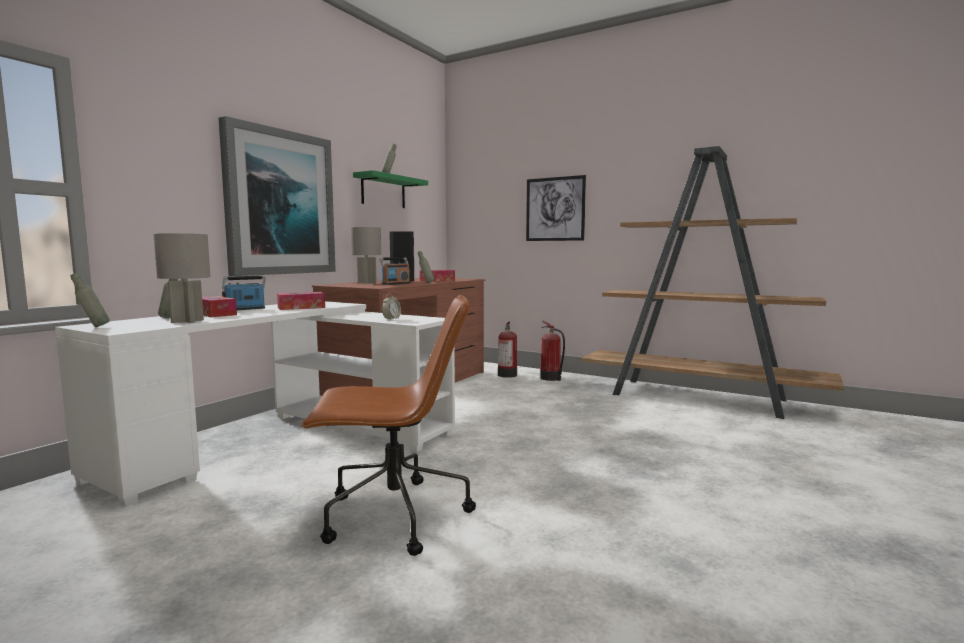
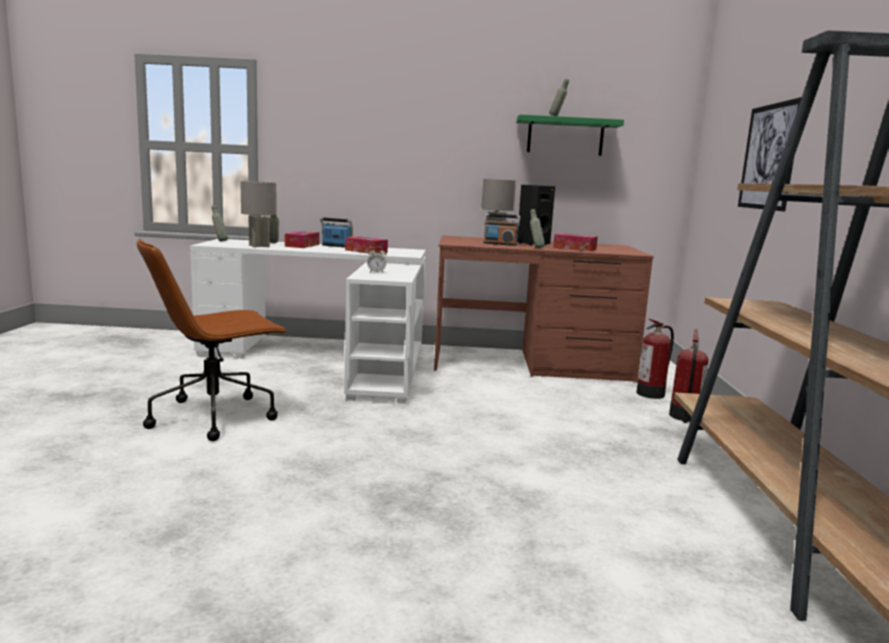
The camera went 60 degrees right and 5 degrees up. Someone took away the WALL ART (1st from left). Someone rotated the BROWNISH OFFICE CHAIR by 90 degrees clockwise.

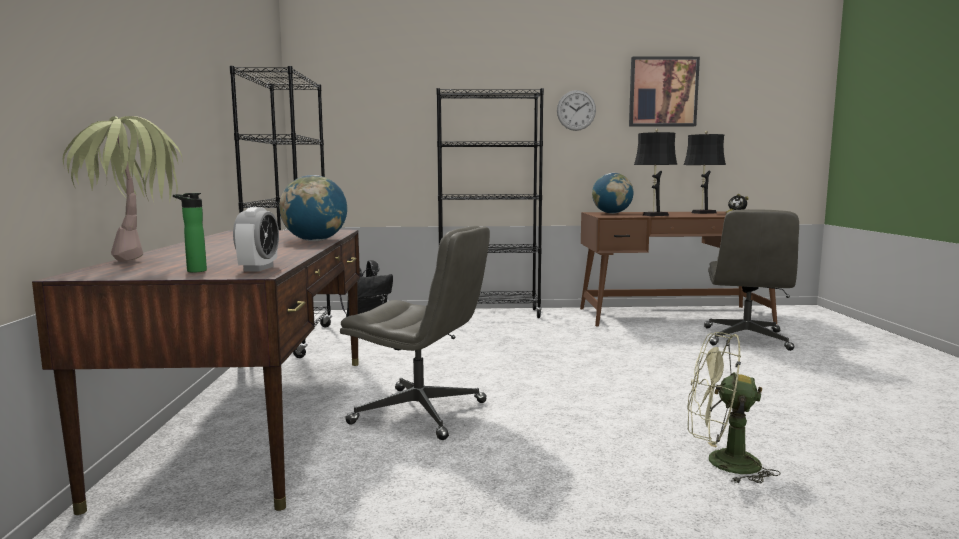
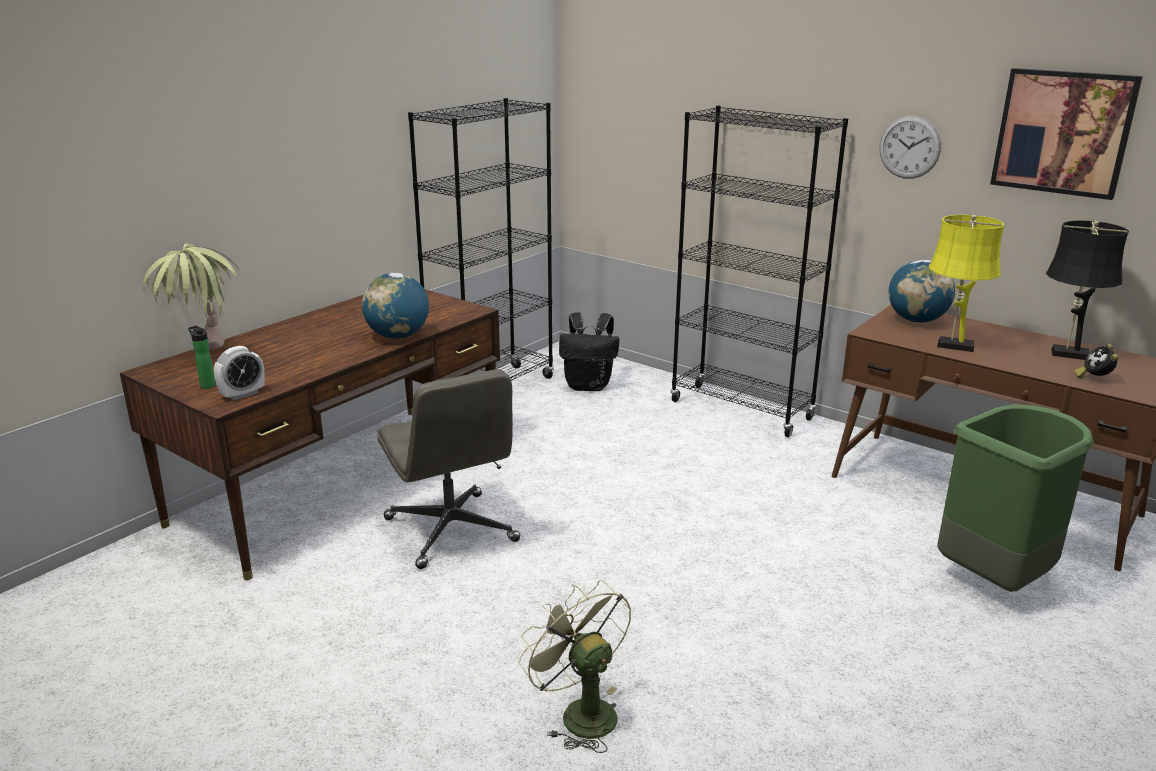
The camera went 40 degrees right and 15 degrees up. Someone repainted the BLACK-COLOURED LAMP FOR A TABLE (1st from left), which became the YELLOW-COLOURED LAMP FOR A TABLE. Someone swapped the GREY OFFICE CHAIR (2nd from left) for the GREENISH WASTE BIN.

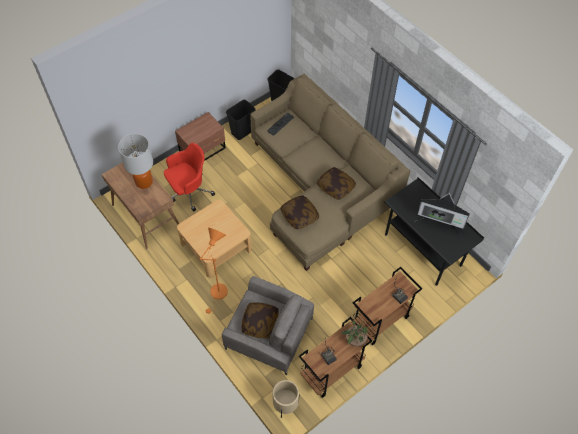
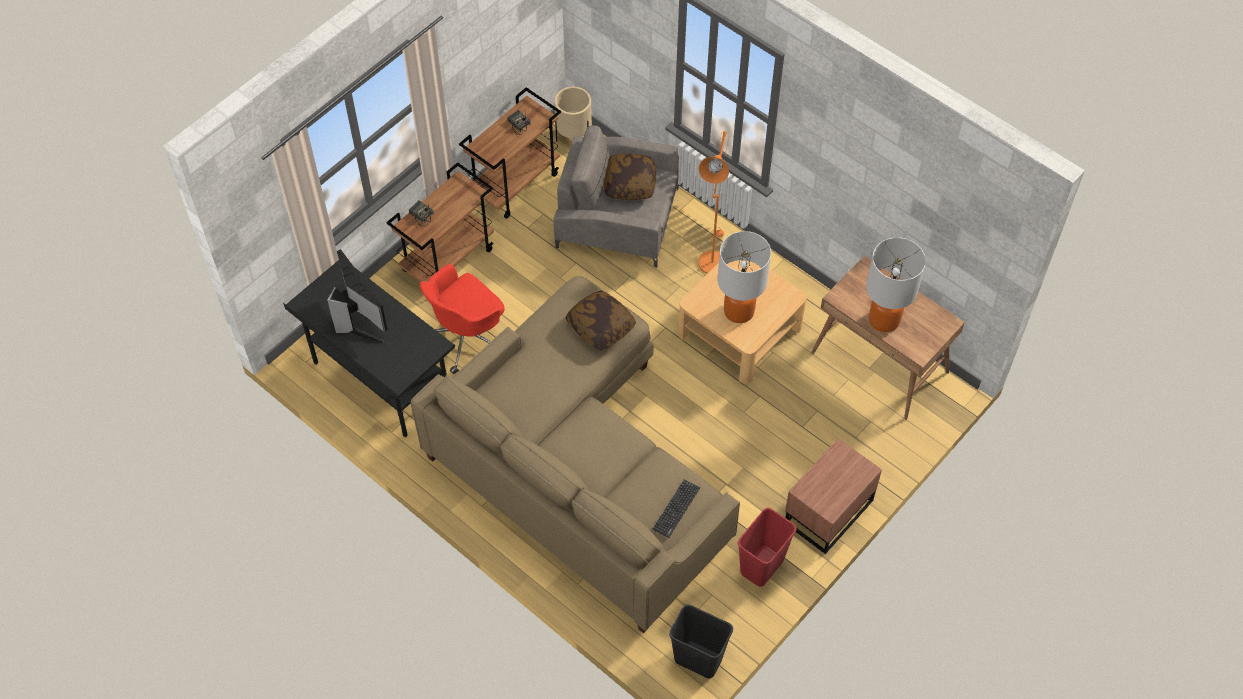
The camera went 170 degrees right and 0 degrees up. Someone repainted the BLACK-COLOURED WASTE BIN (1st from left), which became the RED WASTE BIN. Someone carried the RED OFFICE CHAIR. Someone took away the CUSHION (3rd from left). Someone rotated the MONITOR by 45 degrees clockwise. Someone took away the HOUSEPLANT. Someone put down the LAMP FOR A TABLE (1st from left).

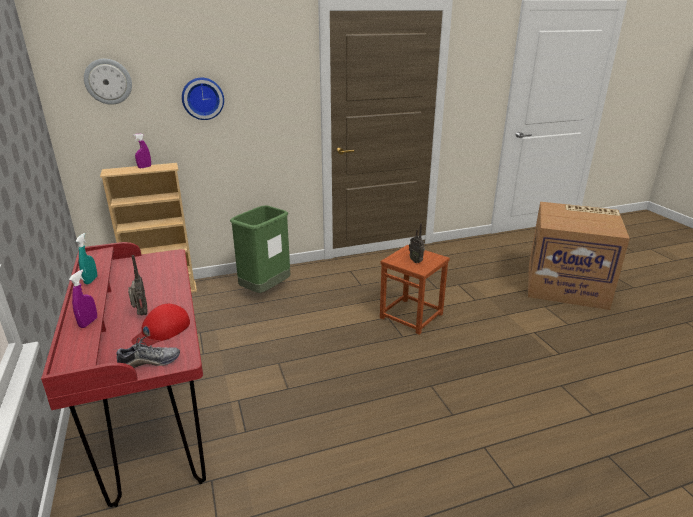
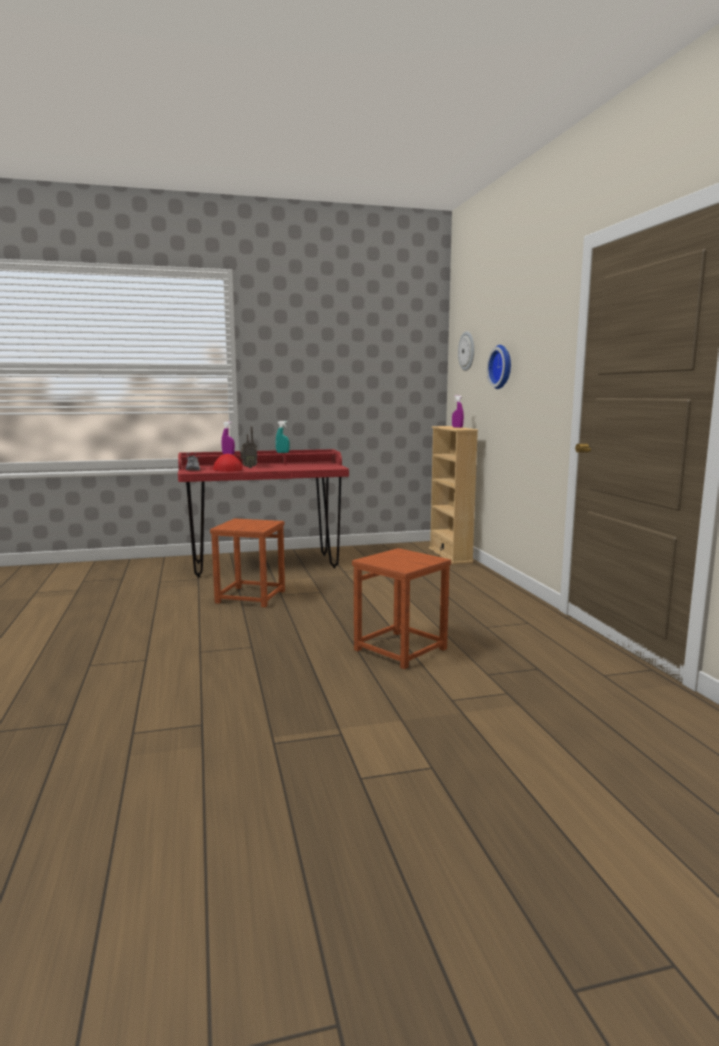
The camera went 95 degrees right and 15 degrees down. Someone took away the PACKING BOX. Someone took away the GREENISH WASTE BIN. Someone took away the RADIO SET (2nd from left). Someone put down the BROWNISH STOOL (1st from left).

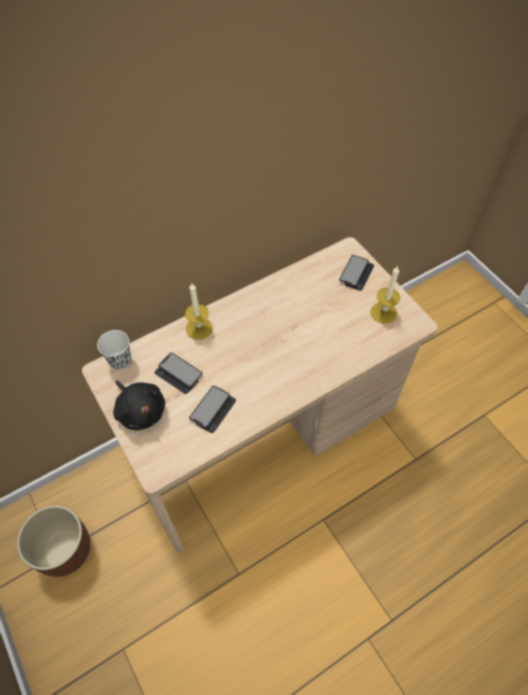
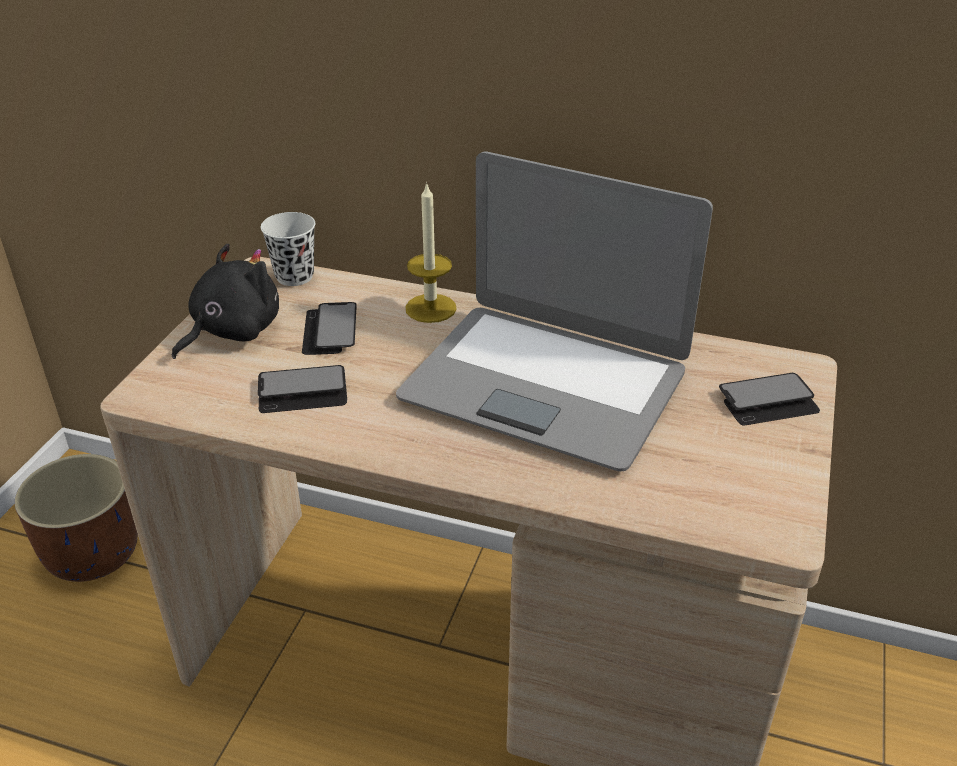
The camera went 50 degrees right and 20 degrees down. Someone took away the WAX LIGHT (2nd from left). Someone rotated the BLACK-COLOURED PLUSH TOY by 150 degrees counterclockwise. Someone put down the PORTABLE COMPUTER.

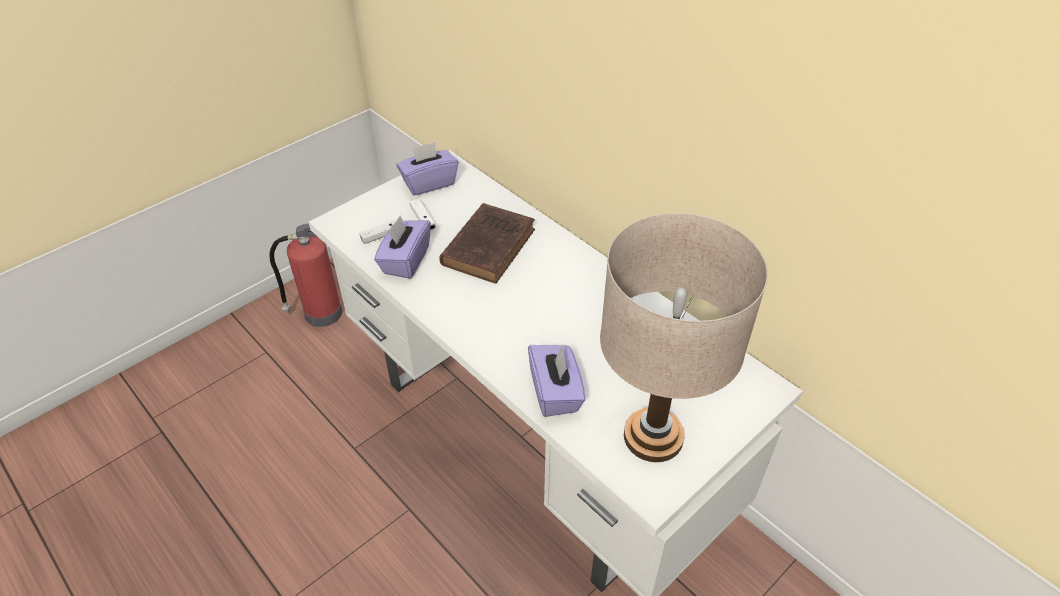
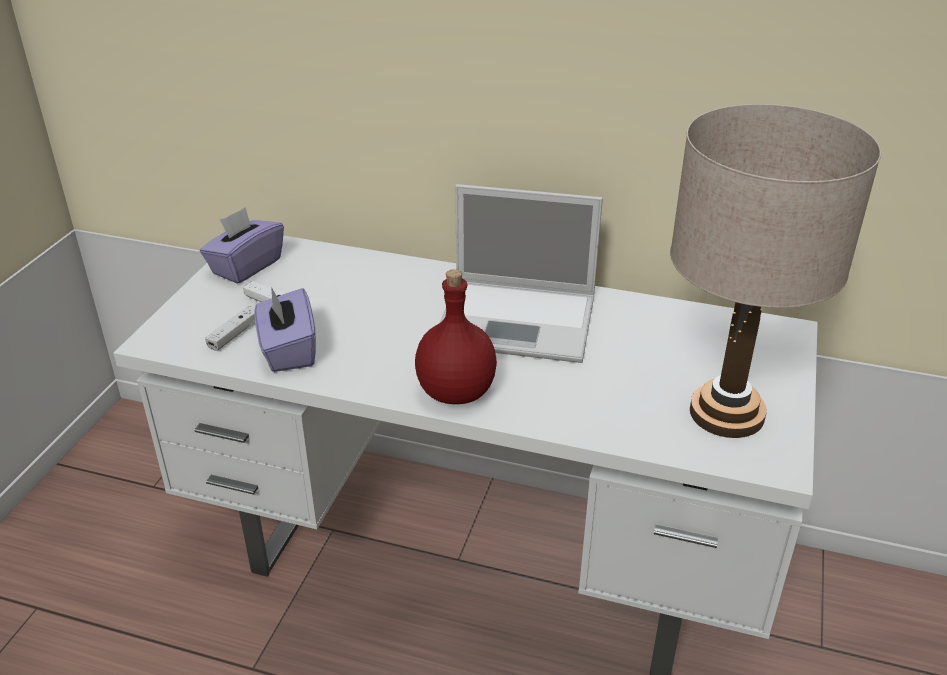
The camera went 30 degrees left and 10 degrees down. Someone took away the BROWNISH BOUND BOOK. Someone took away the EXTINGUISHER. Someone took away the PURPLISH BOX OF TISSUES (3rd from left). Someone put down the PORTABLE COMPUTER. Someone put down the RED BOTTLE.

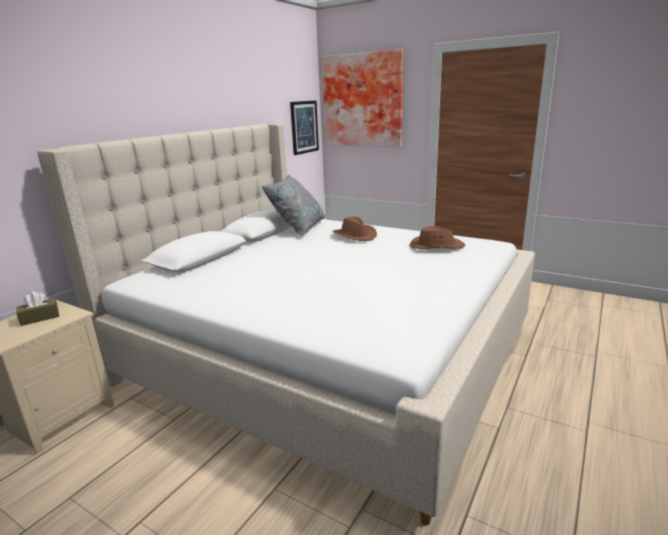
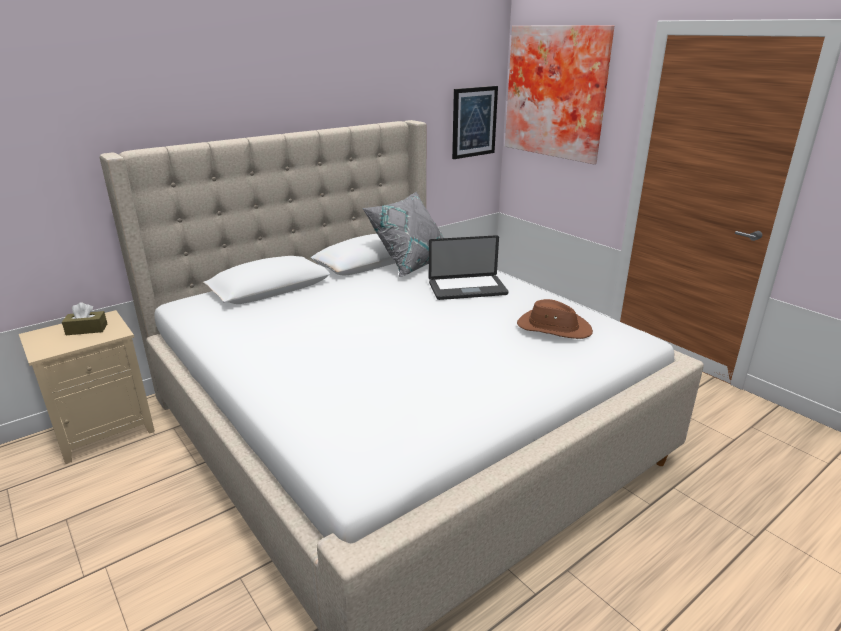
The camera went 20 degrees right and 5 degrees up. Someone swapped the BROWNISH WEARABLE HAT (1st from left) for the PORTABLE COMPUTER.

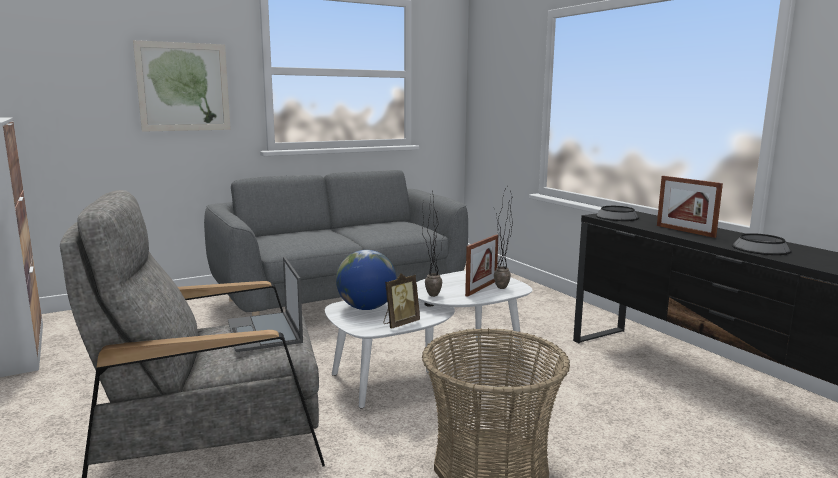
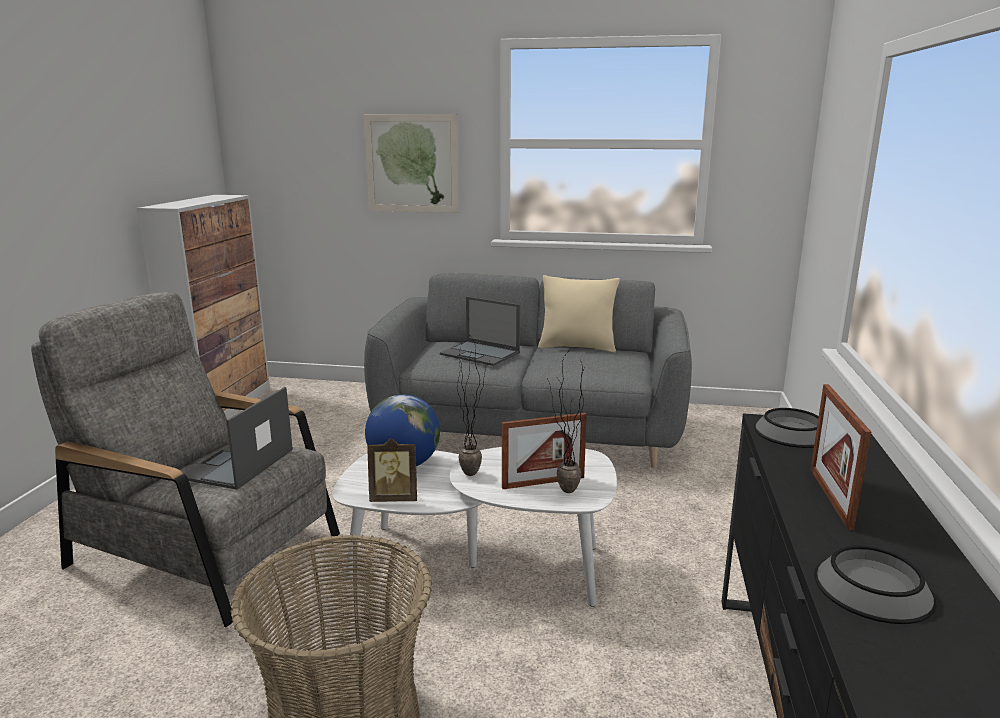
The camera went 40 degrees right and 5 degrees up. Someone put down the BEIGE-COLOURED CUSHION. Someone put down the PORTABLE COMPUTER (2nd from left).

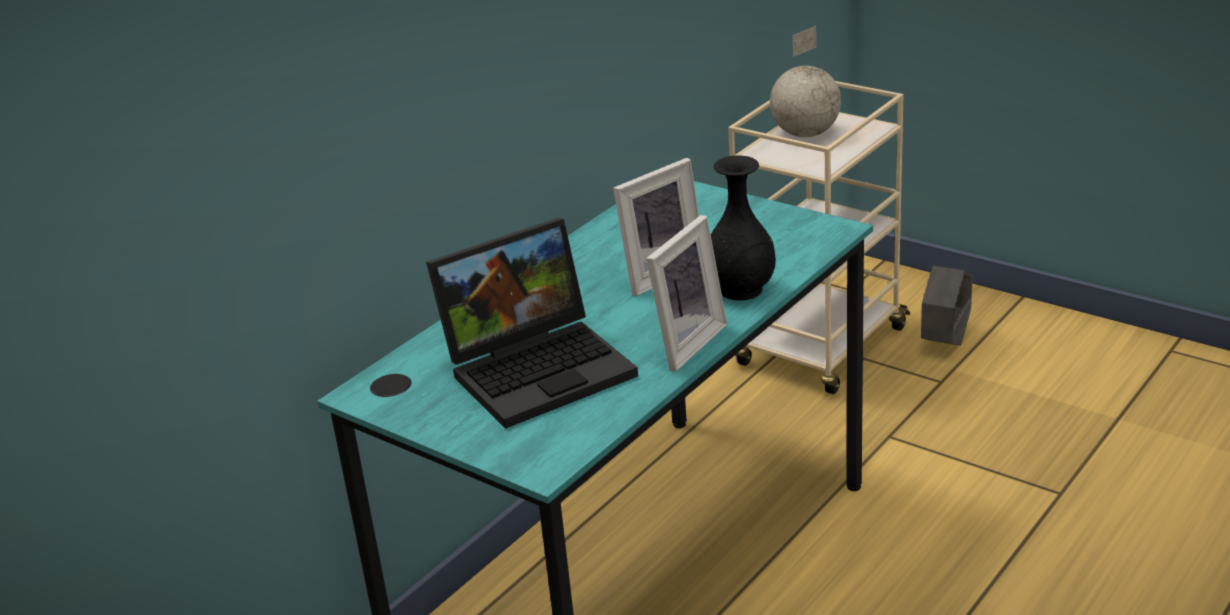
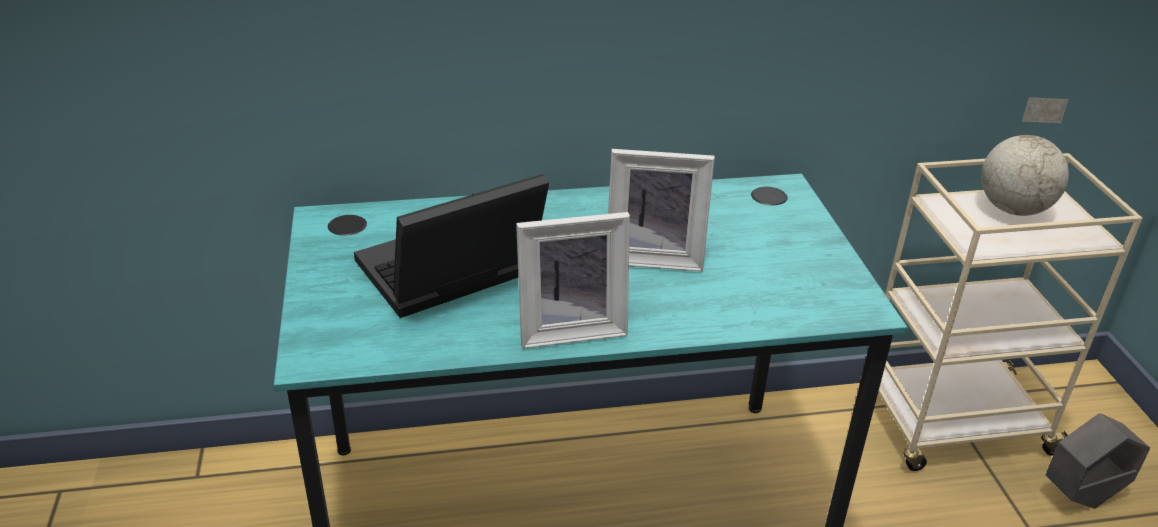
The camera went 40 degrees right and 5 degrees up. Someone took away the BLACK-COLOURED VASE. Someone rotated the PORTABLE COMPUTER by 135 degrees clockwise.

